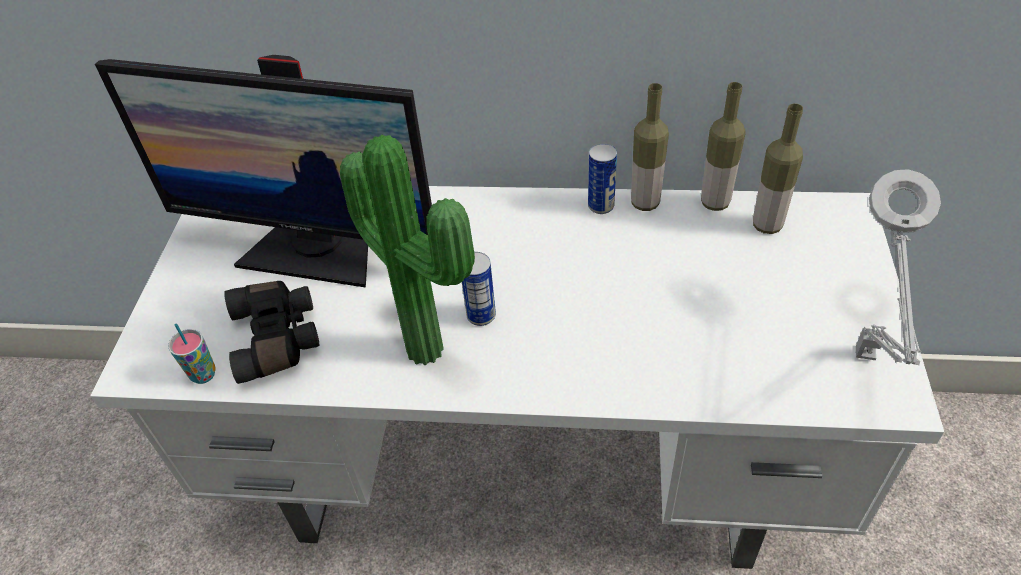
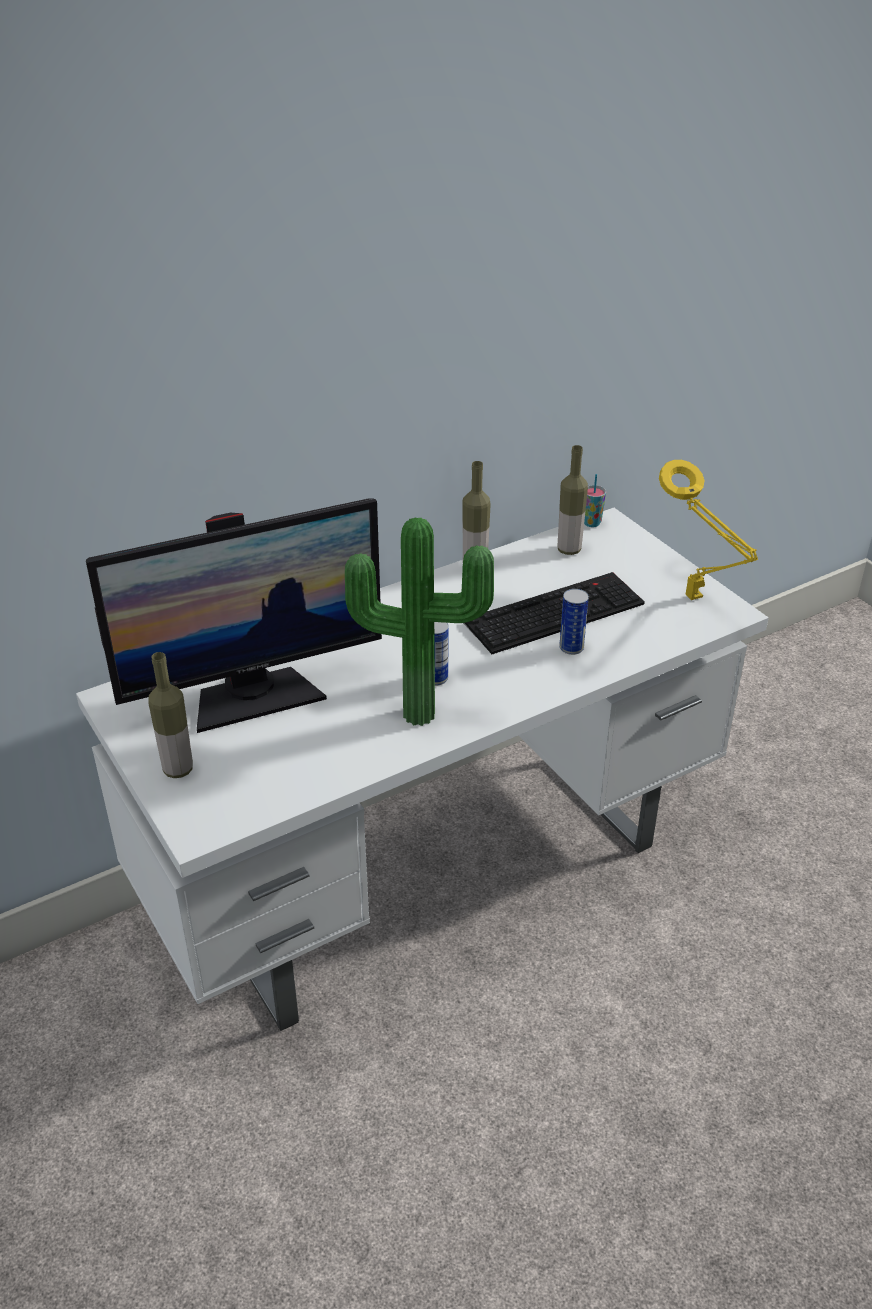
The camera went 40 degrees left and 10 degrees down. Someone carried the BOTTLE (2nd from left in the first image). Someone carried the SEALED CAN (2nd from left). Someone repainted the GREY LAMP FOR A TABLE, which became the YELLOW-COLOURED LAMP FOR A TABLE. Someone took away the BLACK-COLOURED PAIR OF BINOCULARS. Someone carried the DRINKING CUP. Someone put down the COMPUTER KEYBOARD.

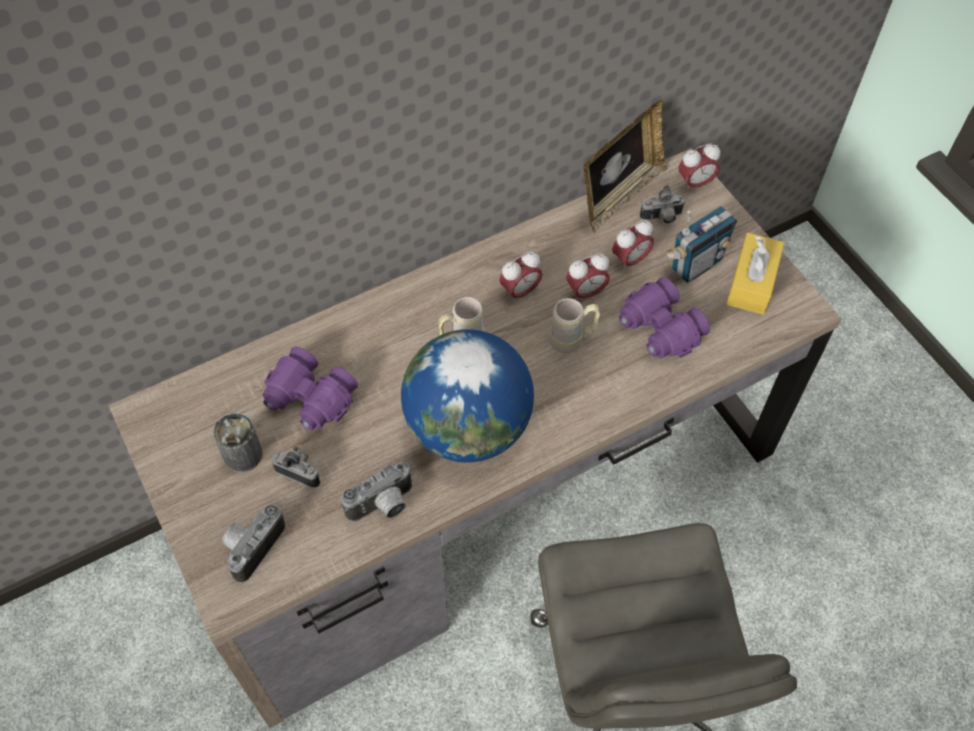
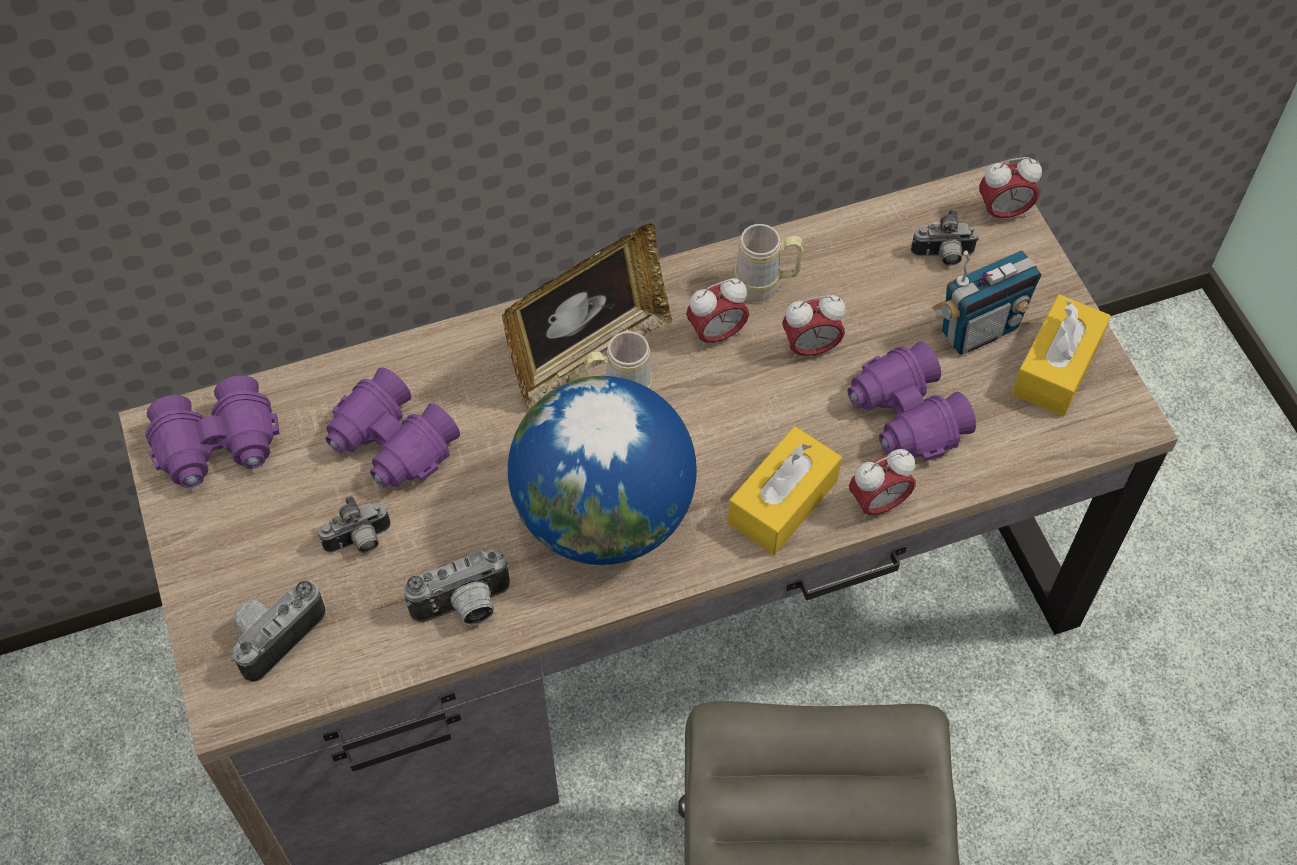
The camera went 10 degrees right and 0 degrees up. Someone carried the PHOTO FRAME. Someone carried the ALARM CLOCK (3rd from left). Someone carried the BEIGE-COLOURED COFFEE MUG (2nd from left). Someone took away the SEALED CAN. Someone rotated the PHOTO CAMERA (2nd from left) by 120 degrees clockwise. Someone put down the PURPLISH PAIR OF BINOCULARS (1st from left). Someone put down the YELLOW-COLOURED BOX OF TISSUES (1st from left).

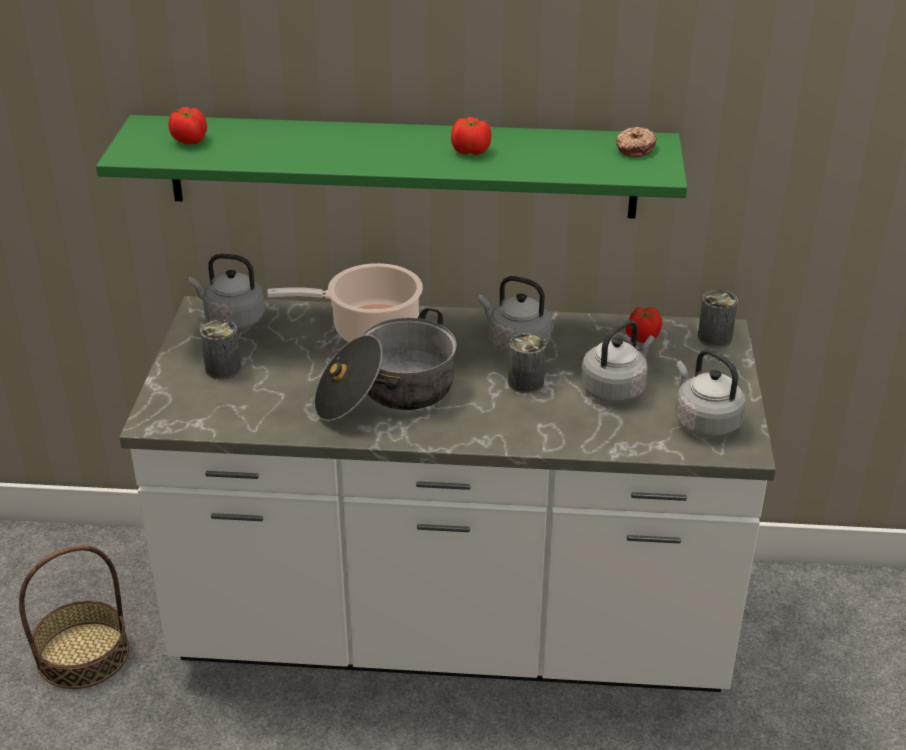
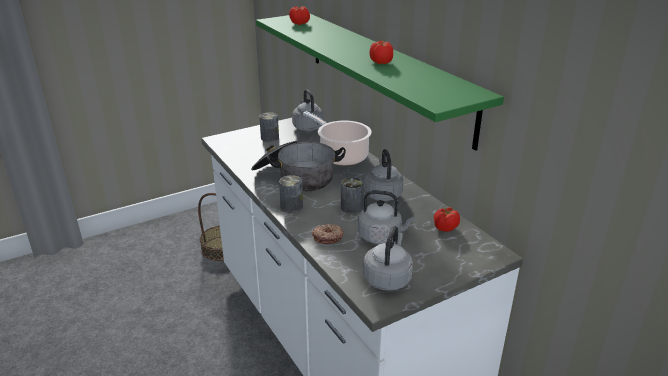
The camera went 55 degrees right and 5 degrees down. Someone carried the DONUT. Someone carried the SEALED CAN (3rd from left in the first image).

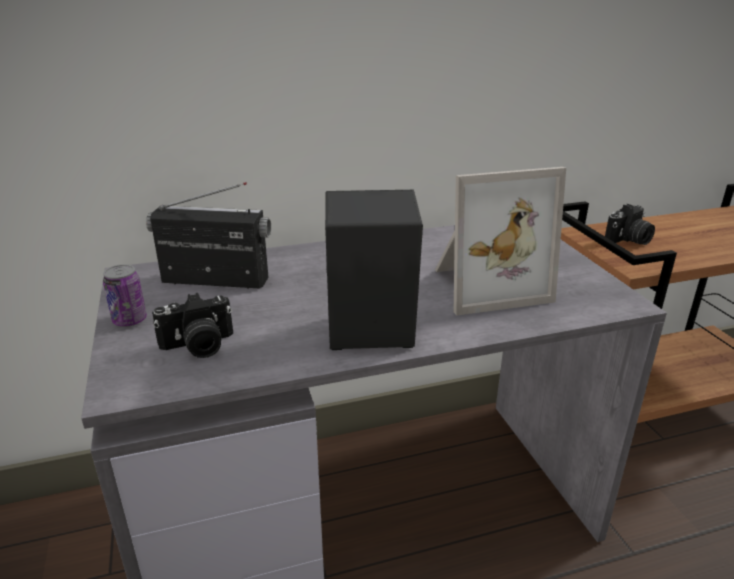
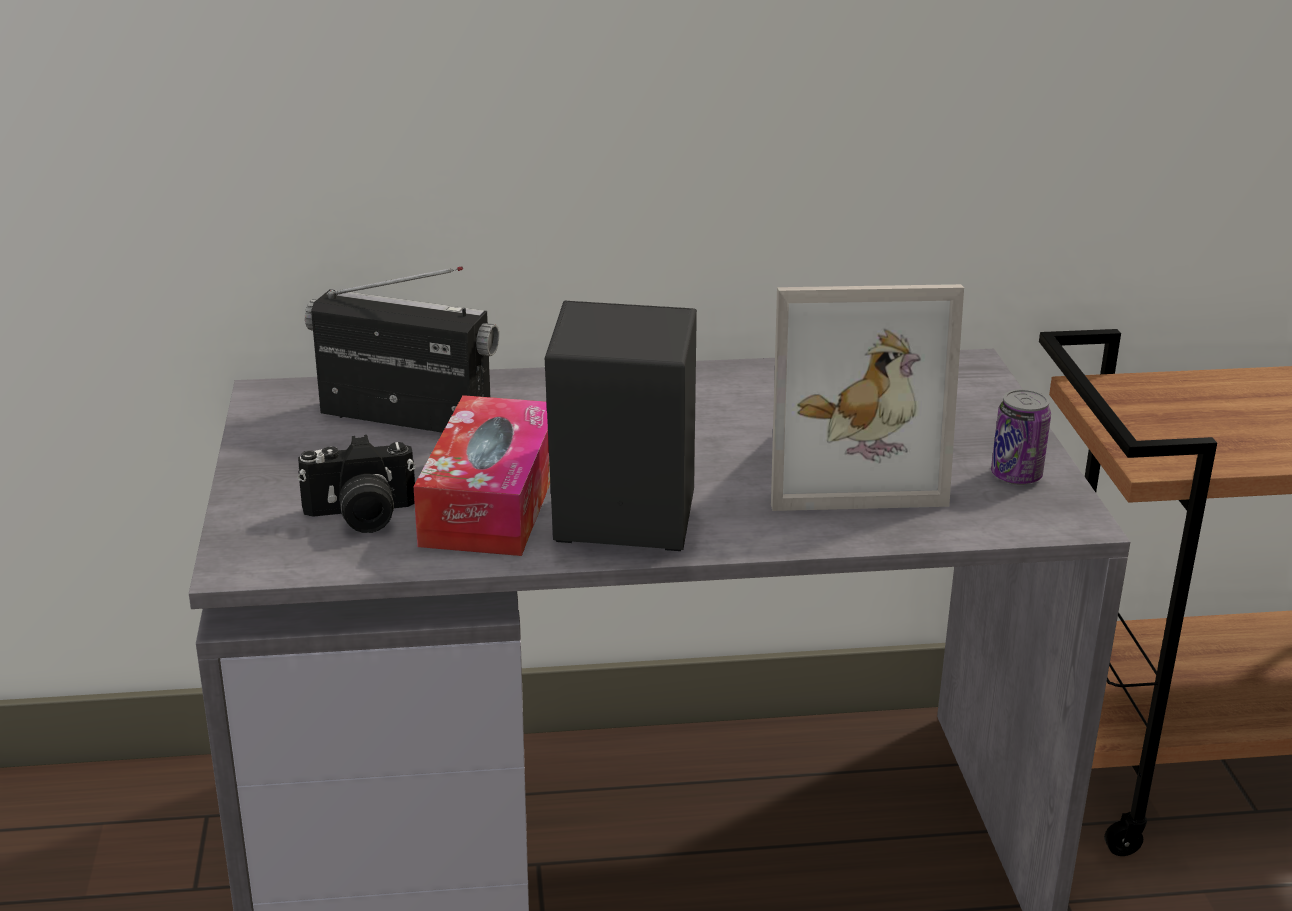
The camera went 10 degrees right and 0 degrees up. Someone took away the PHOTO CAMERA (2nd from left). Someone carried the SEALED CAN. Someone put down the BOX OF TISSUES.

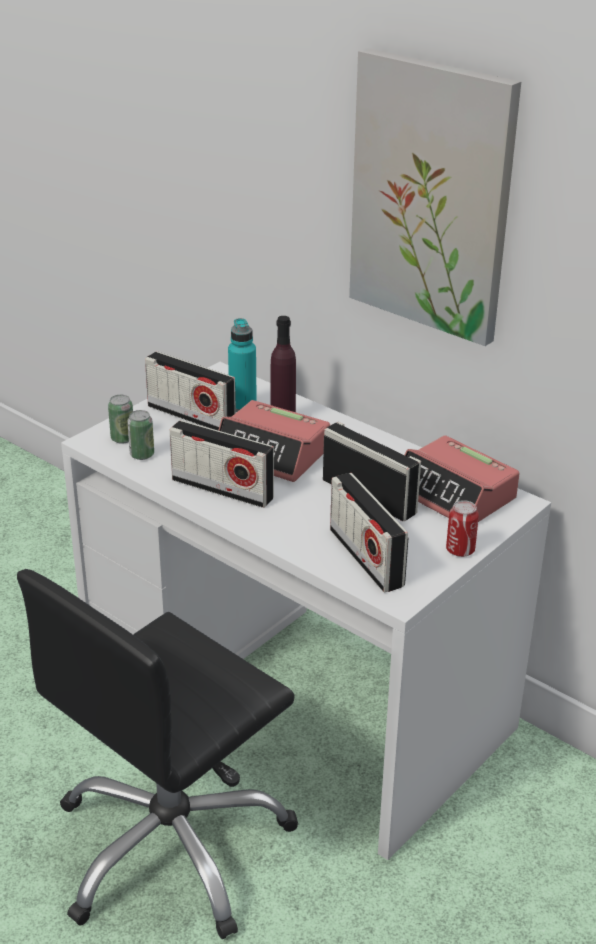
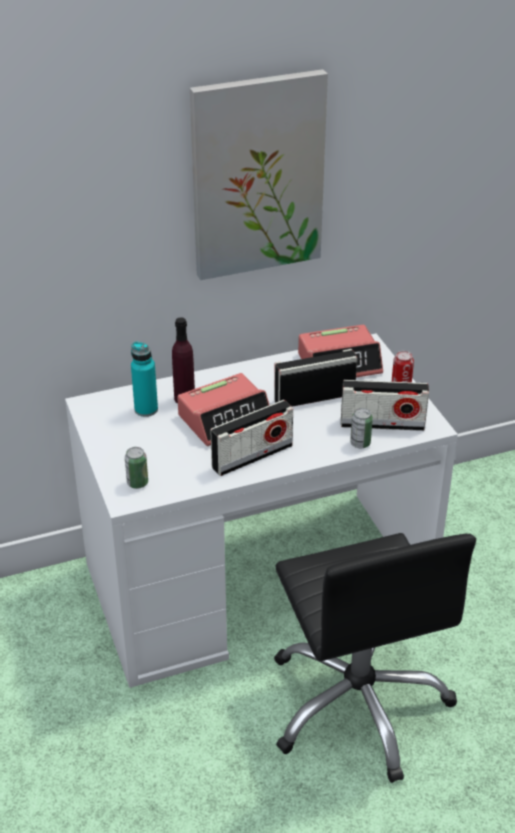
The camera went 60 degrees left and 5 degrees up. Someone took away the RADIO SET (1st from left). Someone carried the SEALED CAN (2nd from left).

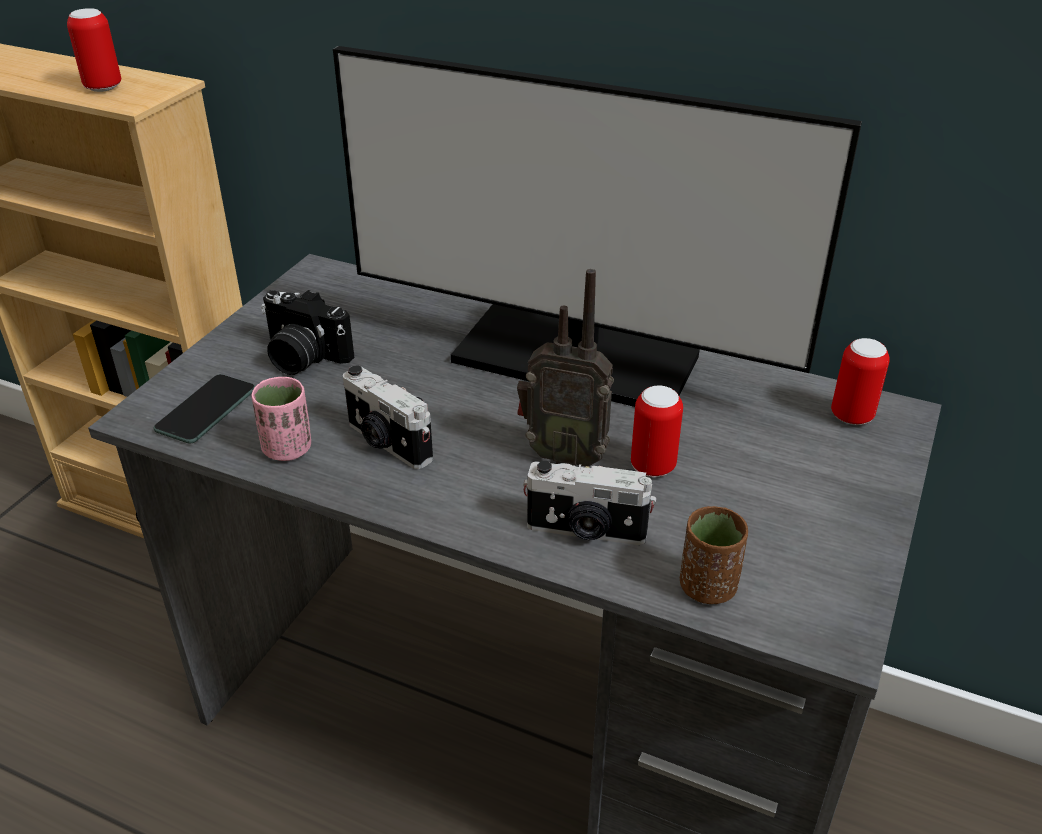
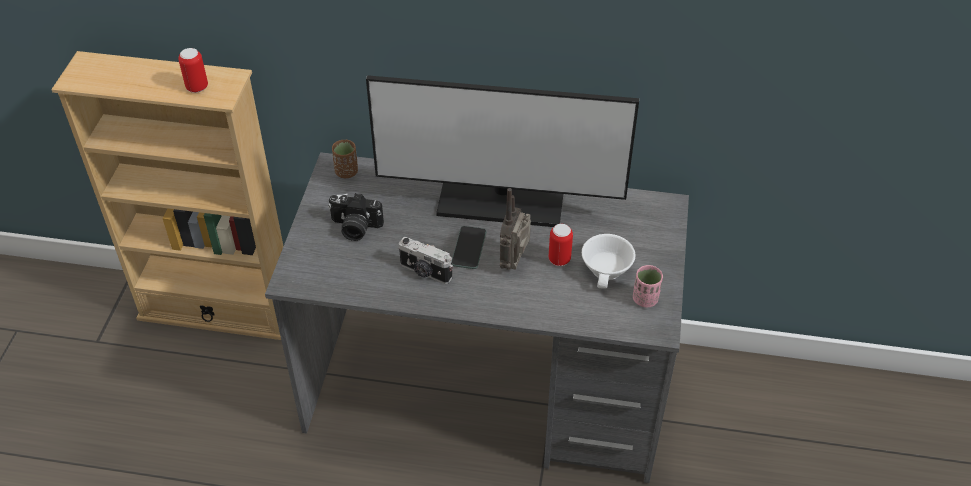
The camera went 15 degrees left and 10 degrees up. Someone rotated the RADIO SET by 105 degrees clockwise. Someone took away the SEALED CAN (3rd from left). Someone carried the TELEPHONE. Someone carried the PINK DRINKING CUP. Someone took away the PHOTO CAMERA (3rd from left). Someone carried the BROWNISH DRINKING CUP. Someone put down the WHITISH DRINKING CUP.

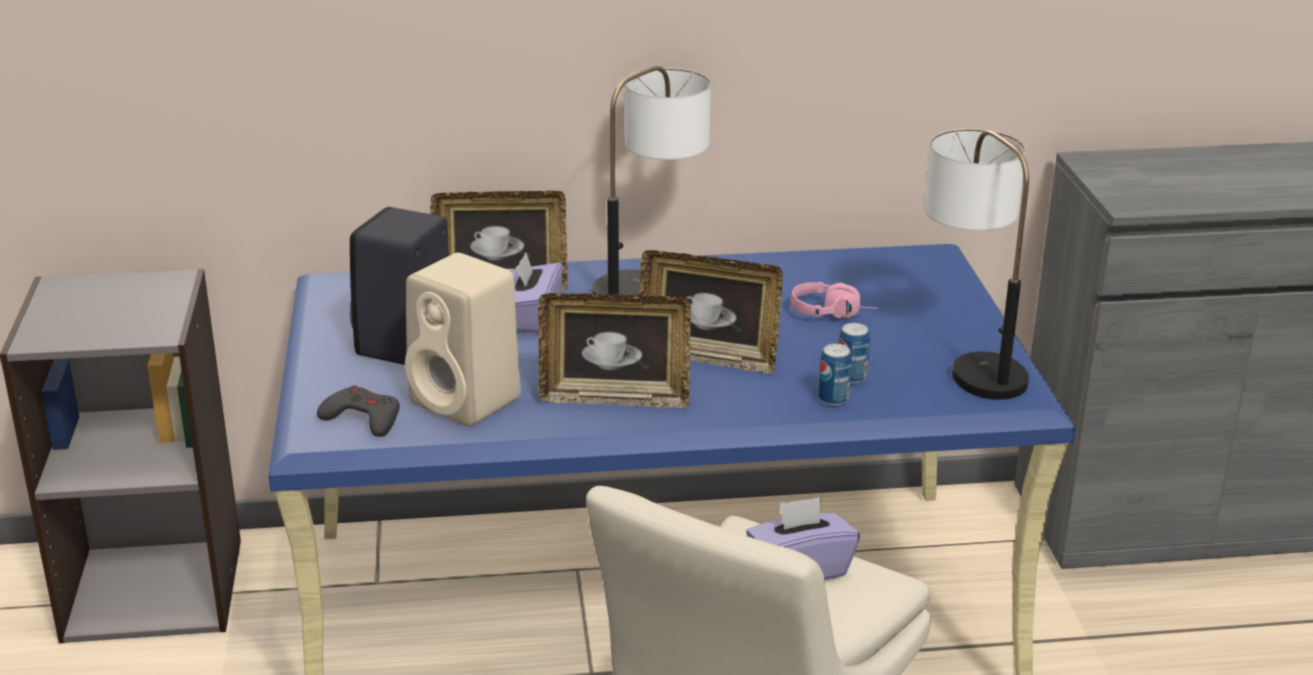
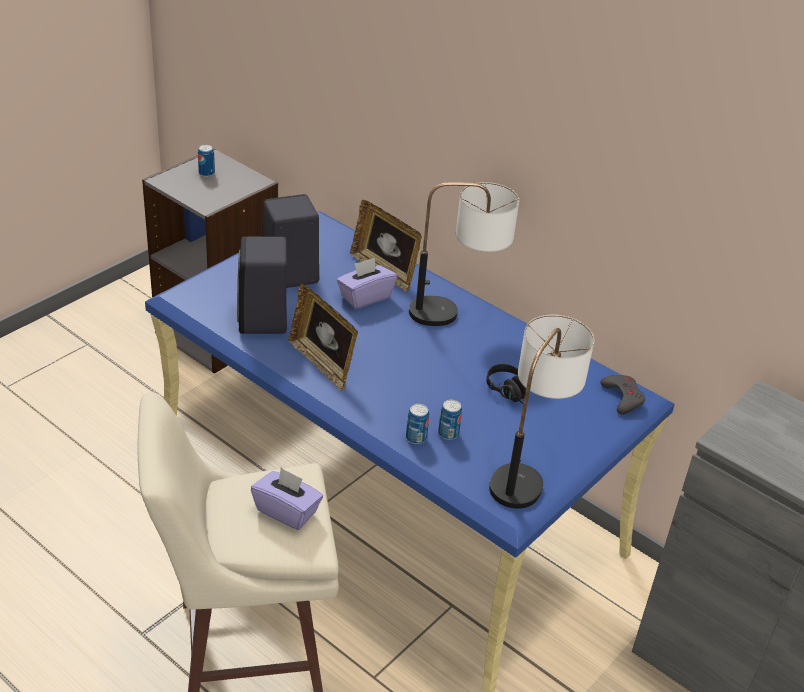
The camera went 45 degrees right and 10 degrees up. Someone took away the PHOTO FRAME (3rd from left). Someone repainted the BEIGE-COLOURED AUDIO SPEAKER, which became the BLACK-COLOURED AUDIO SPEAKER (1st from left). Someone repainted the PINK HEADSET, which became the BLACK-COLOURED HEADSET. Someone carried the GREY GAMEPAD. Someone put down the SEALED CAN (1st from left).

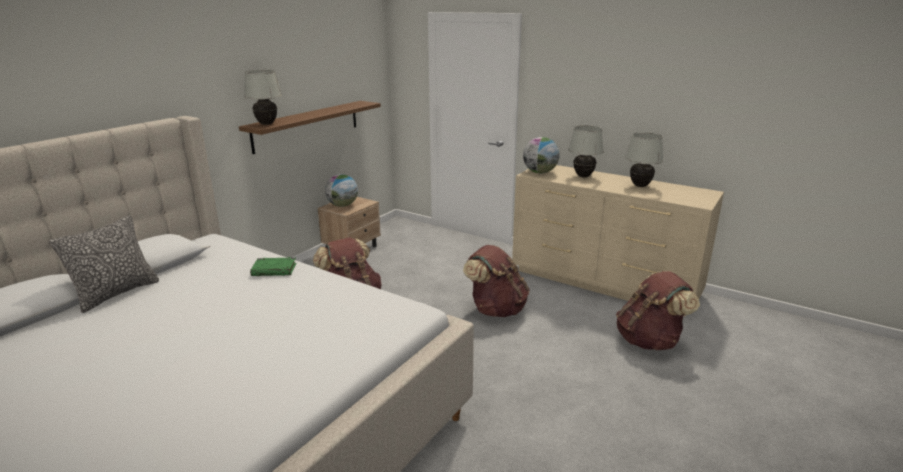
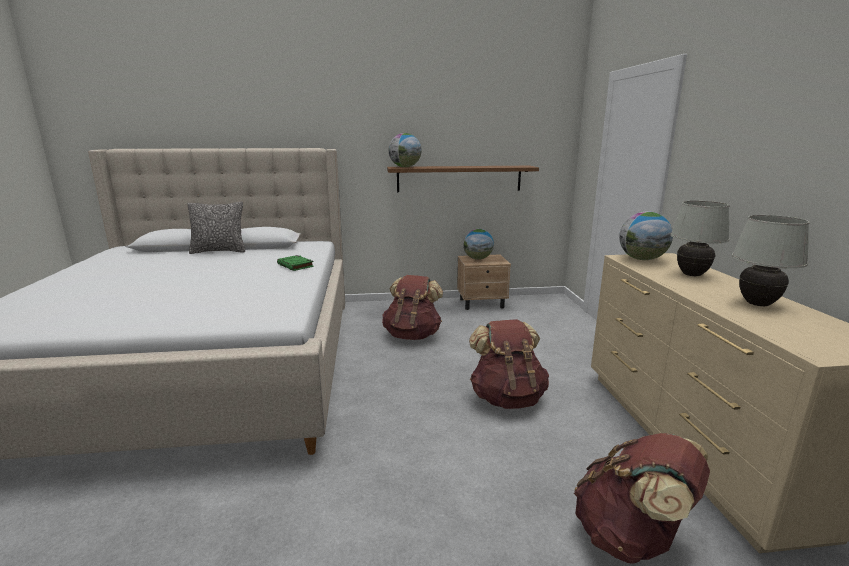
The camera went 50 degrees right and 5 degrees down. Someone swapped the WHITISH LAMP FOR A TABLE (1st from left) for the DESK GLOBE (1st from left).

